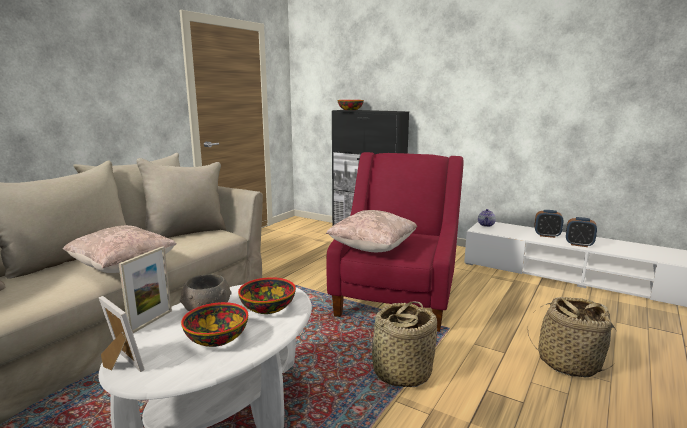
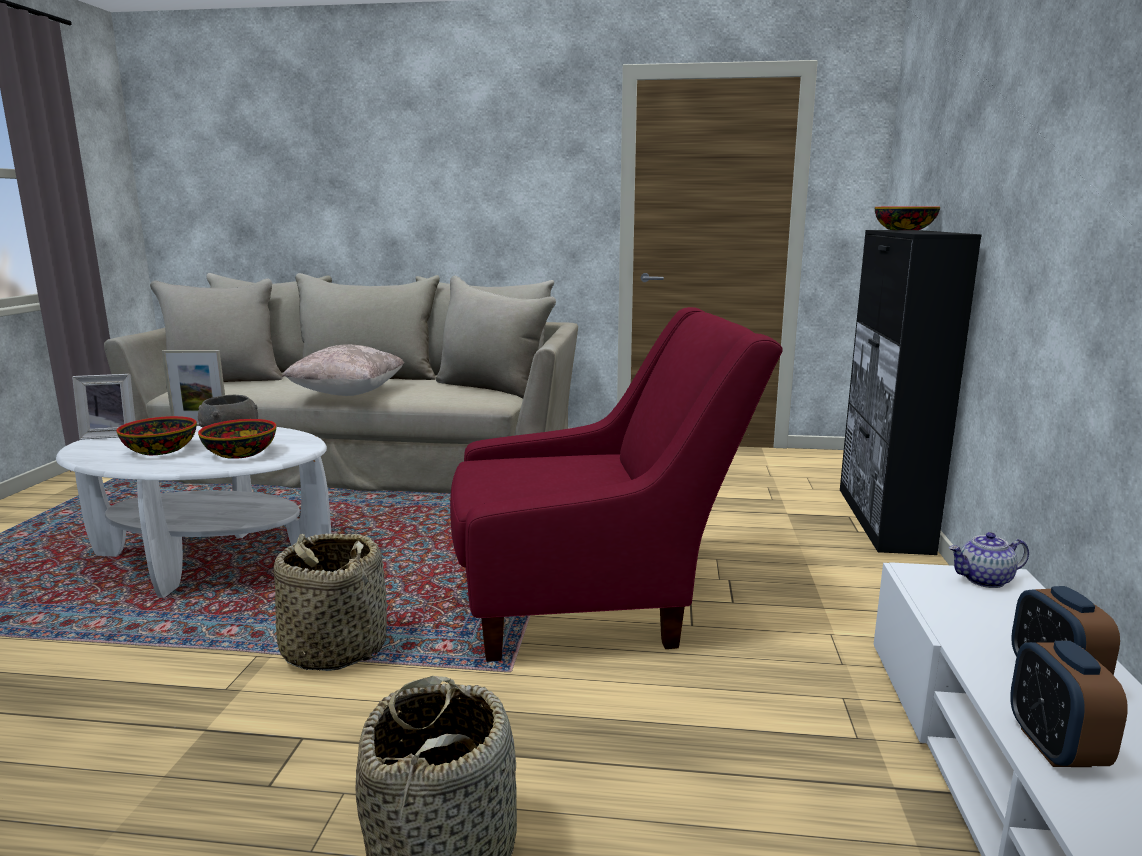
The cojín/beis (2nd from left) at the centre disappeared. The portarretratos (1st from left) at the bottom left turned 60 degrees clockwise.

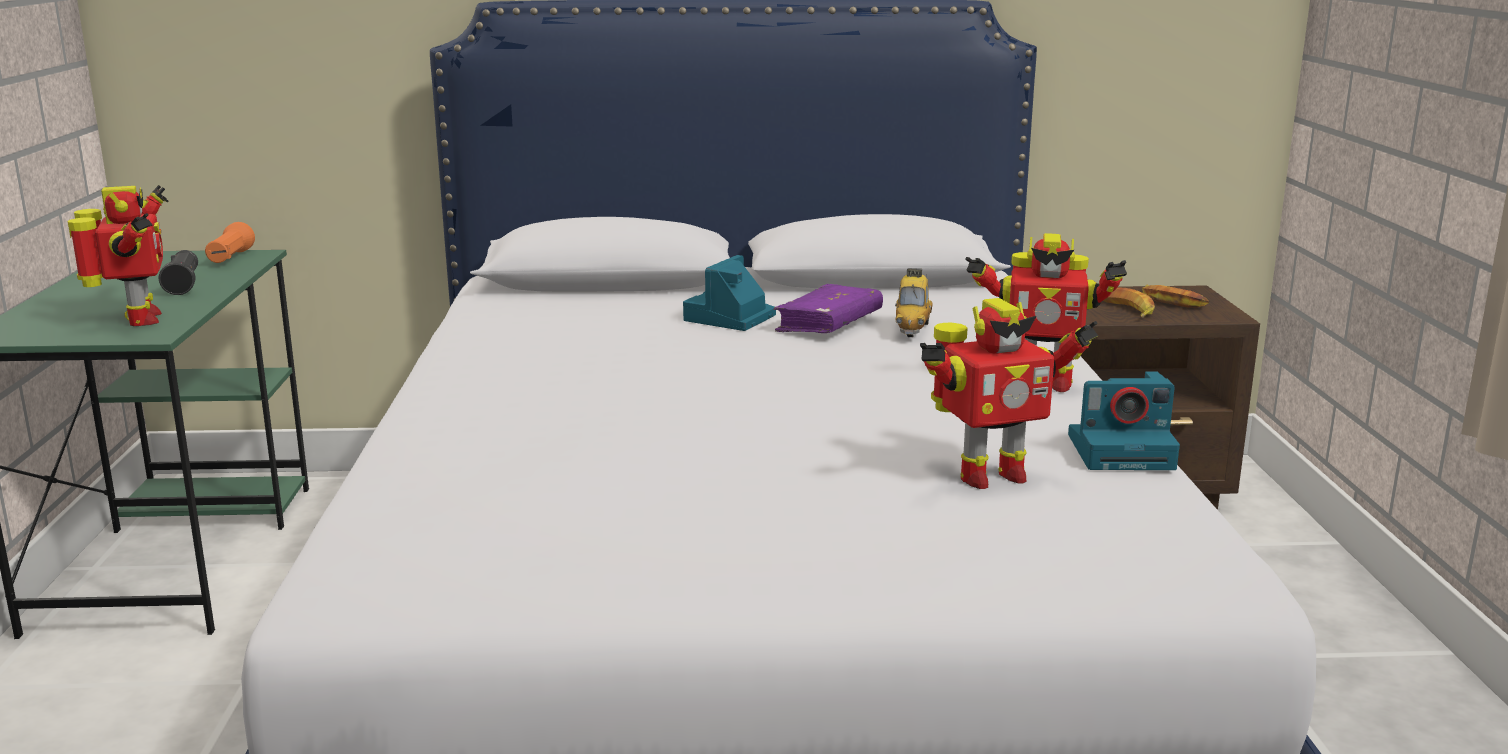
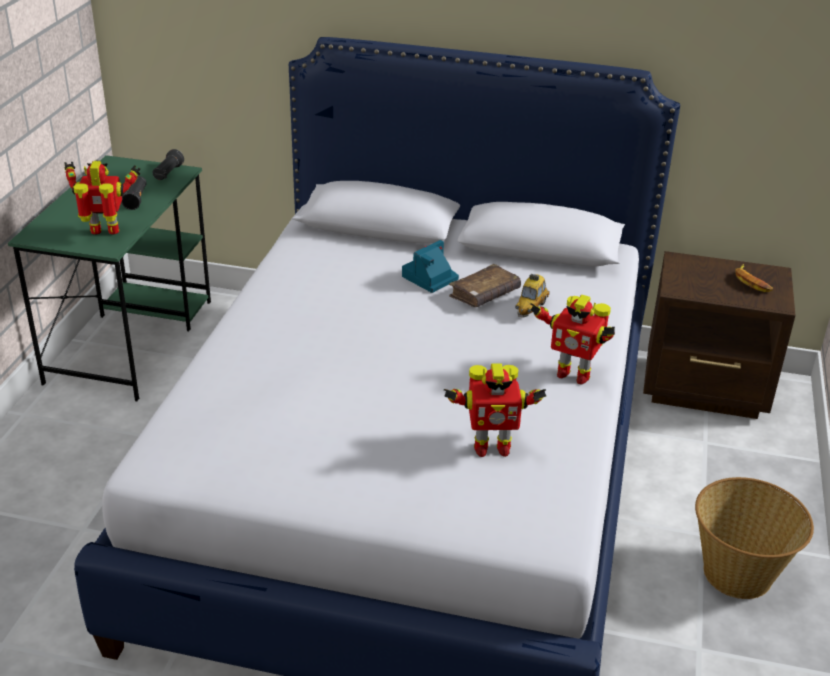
The cámara (2nd from left) at the middle right disappeared. The plátano (1st from left) at the middle right disappeared. The cesta at the bottom right appeared. The linterna/naranja at the top left became the linterna/negro (2nd from left) at the top left. The libro/morado at the centre became the libro/marrón at the centre. The robot de juguete (1st from left) at the middle left turned 90 degrees counterclockwise.

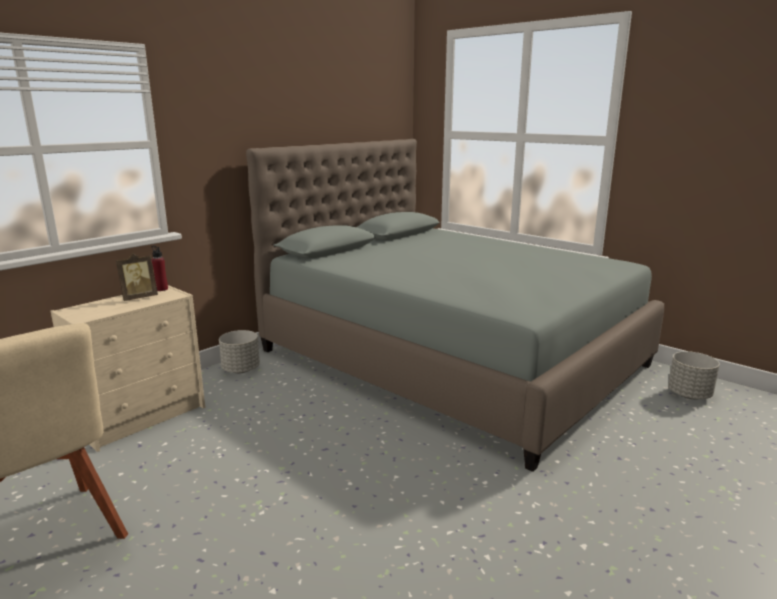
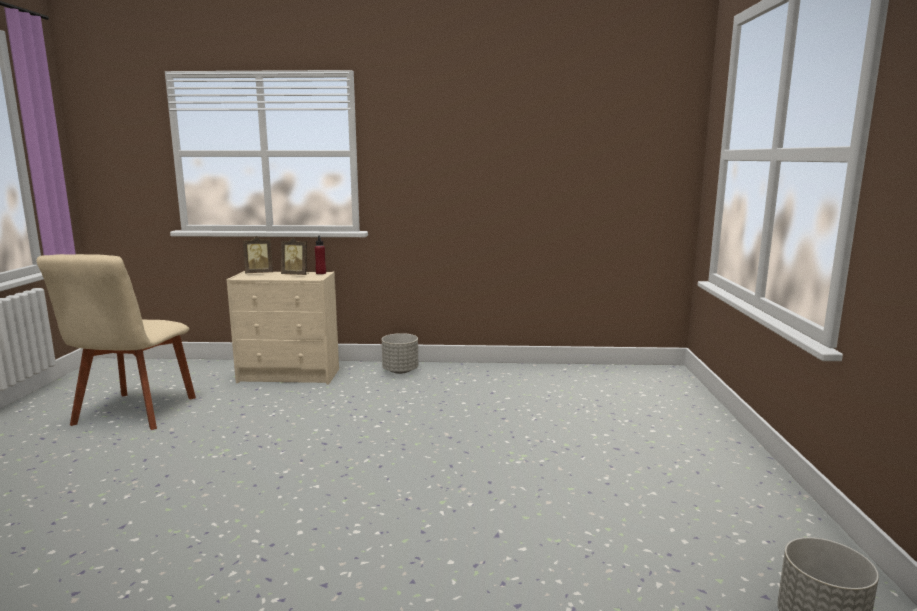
The cama/gris at the centre disappeared. The portarretratos (1st from left) at the middle left appeared.

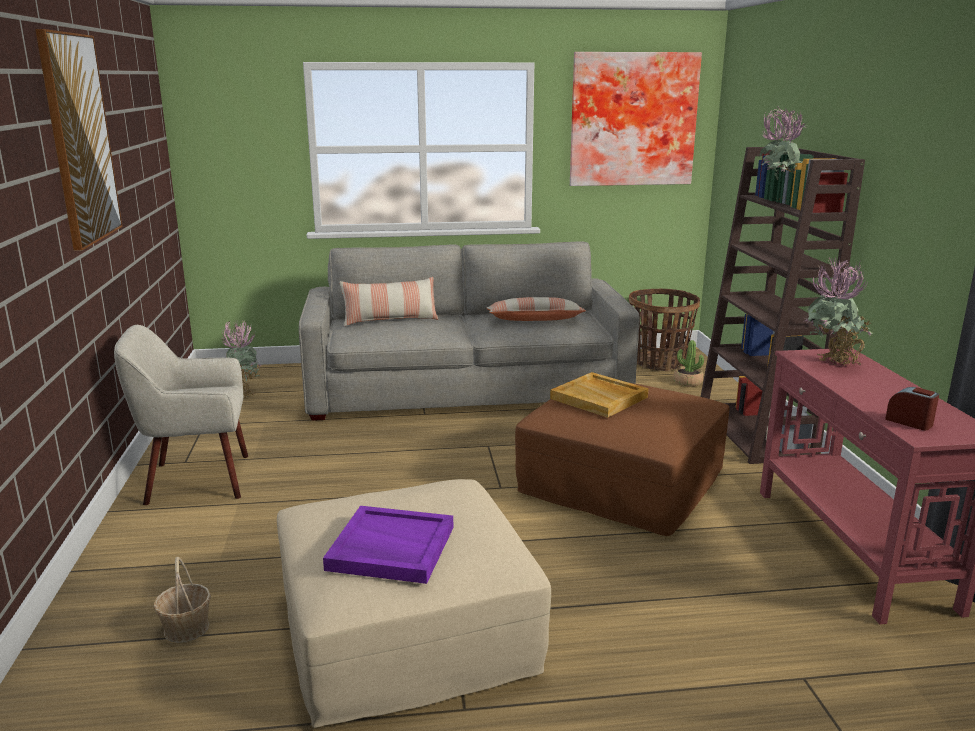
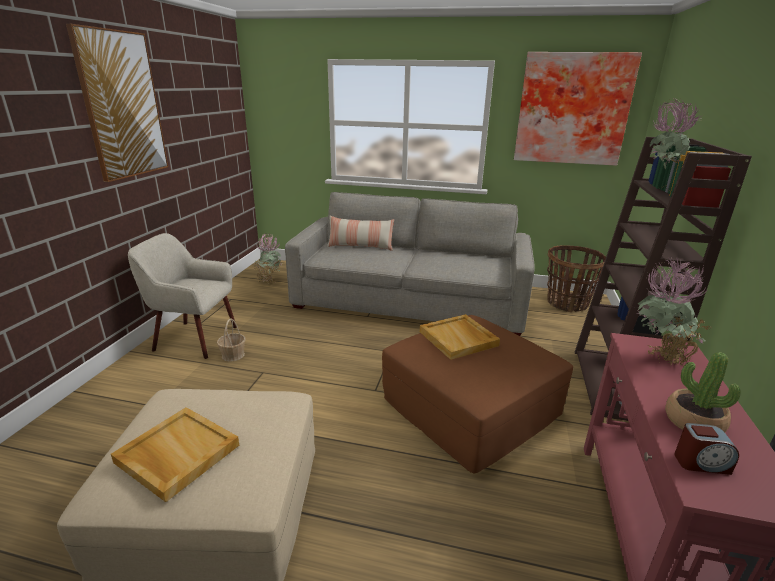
The cojín (2nd from left) at the centre disappeared. The cesta (1st from left) moved from the bottom left to the middle left. The planta en maceta (2nd from left in the first image) moved from the middle right to the bottom right. The bandeja/morado at the bottom centre became the bandeja/beis (1st from left) at the bottom left. The despertador at the middle right turned 120 degrees clockwise.

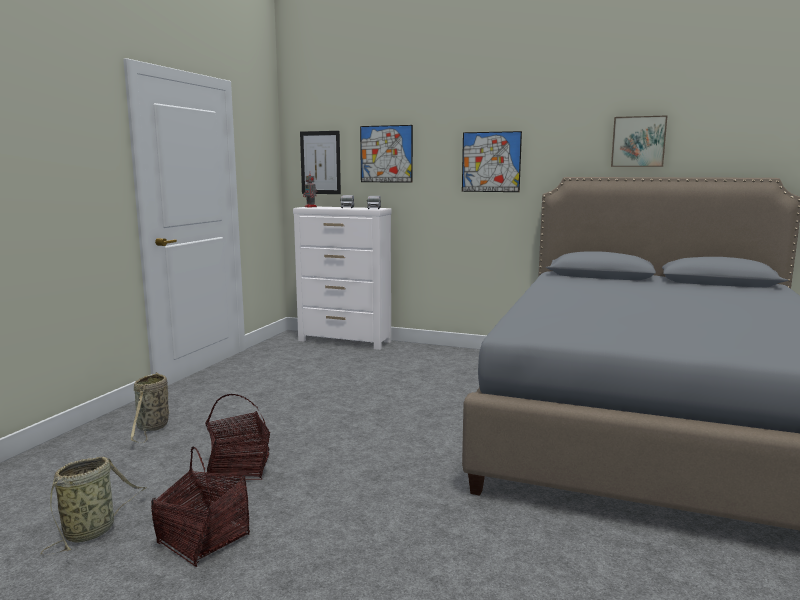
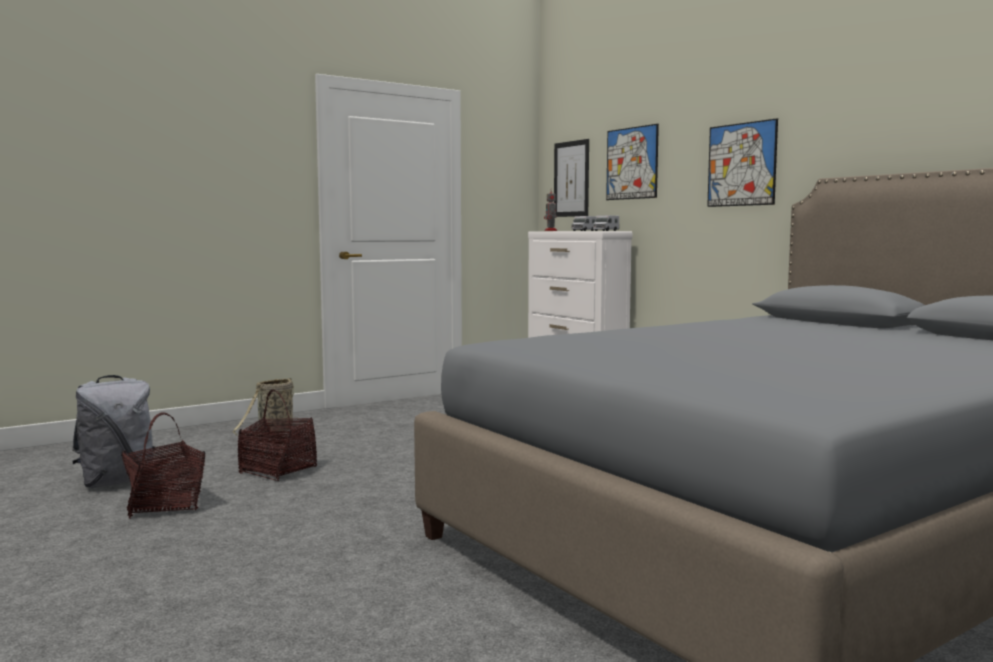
The cuadro (4th from left) at the top right disappeared. The cesta (1st from left) at the bottom left was replaced by the mochila/gris at the middle left.

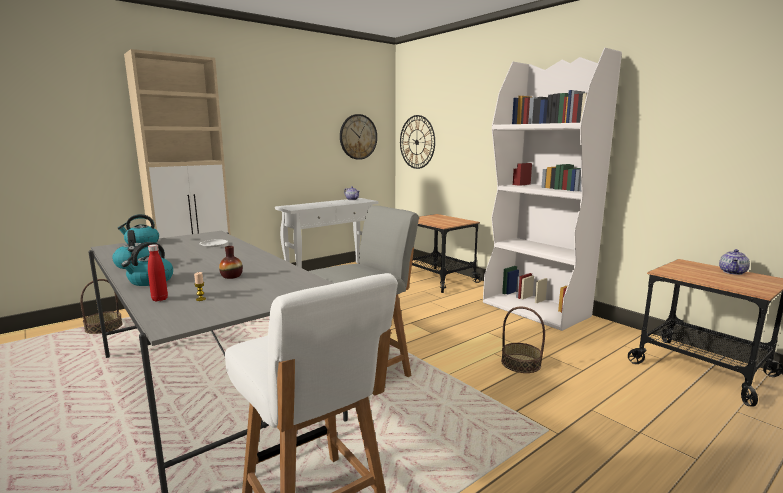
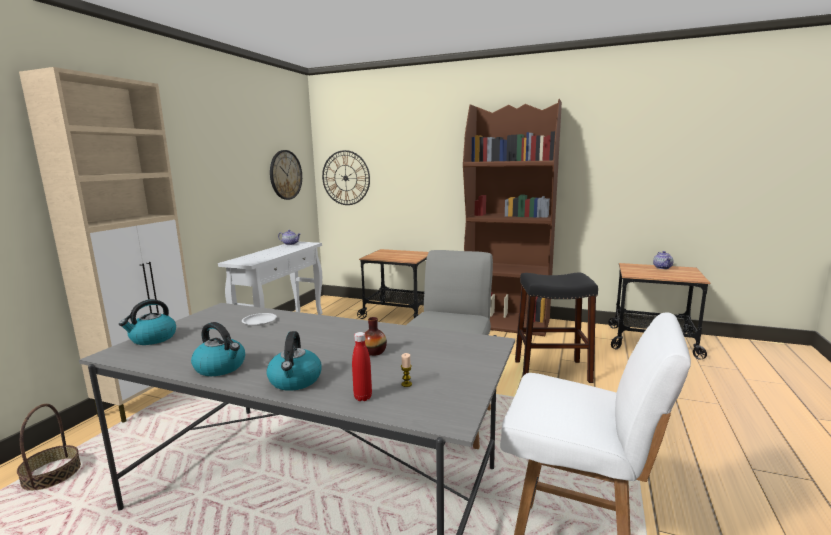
The cesta (2nd from left) at the bottom right was replaced by the taburete/negro at the middle right. The estantería/blanco at the middle right became the estantería/marrón at the centre.

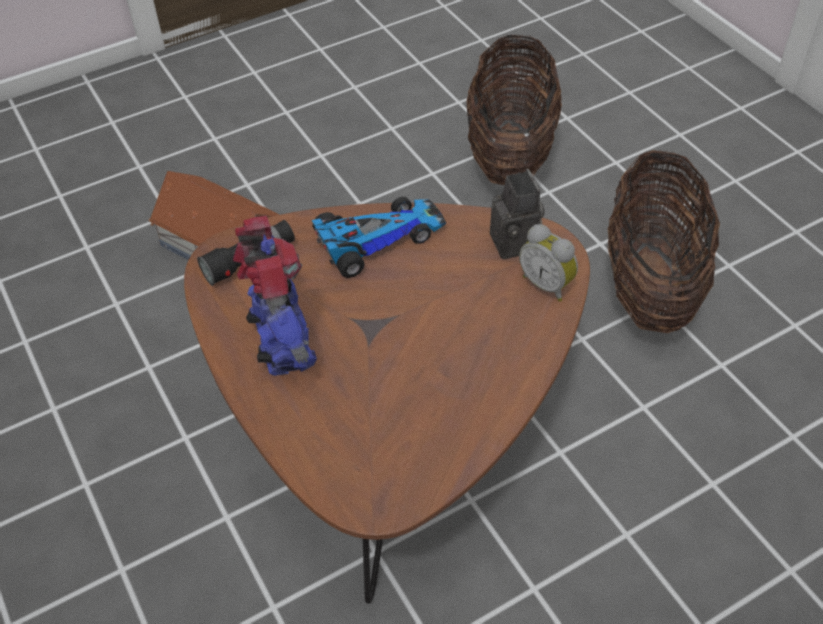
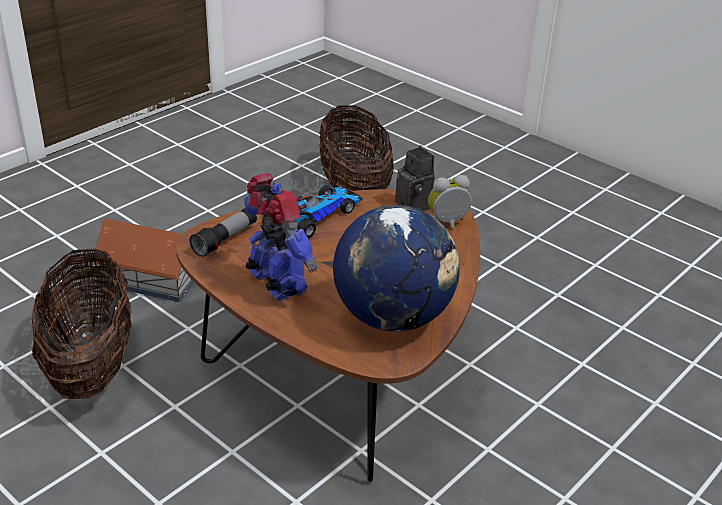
The globo terráqueo at the centre appeared. The cesta (2nd from left in the first image) moved from the middle right to the middle left. The despertador at the centre turned 135 degrees clockwise.

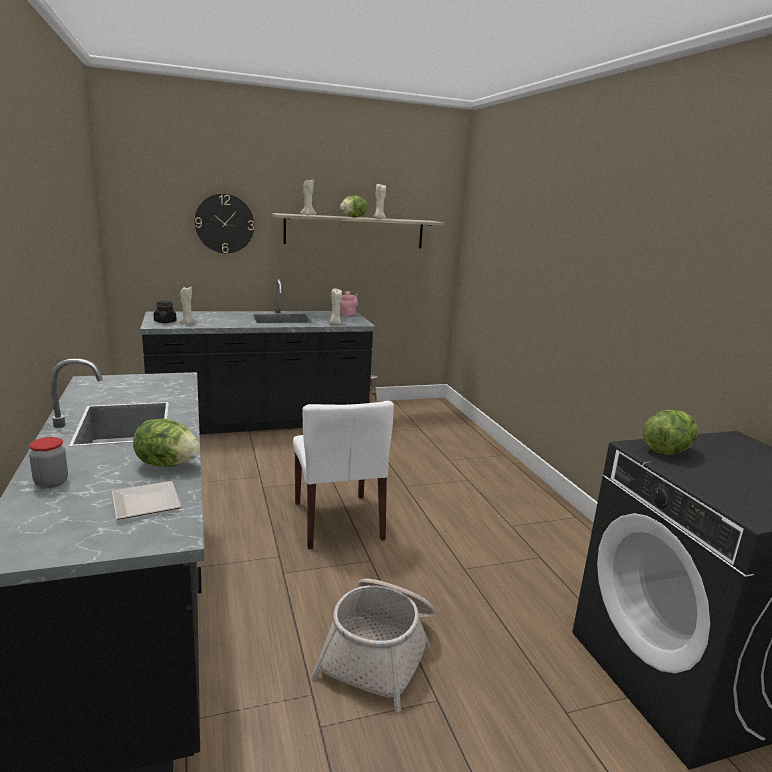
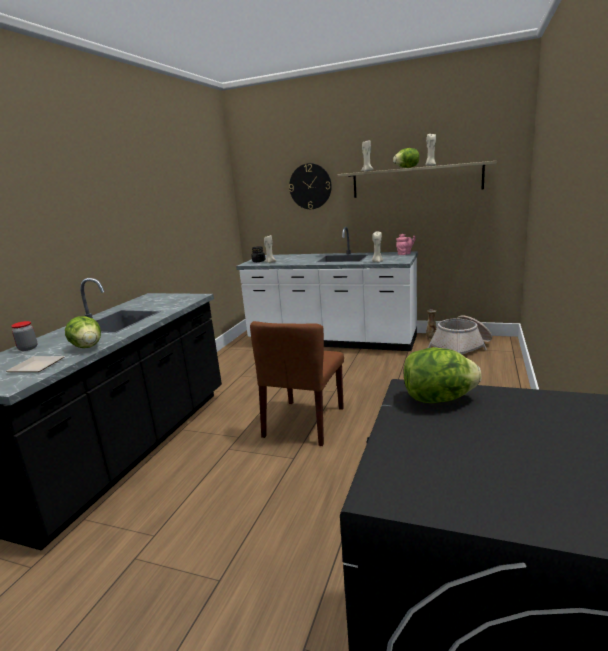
The cesta moved from the bottom centre to the middle right. The mueble bajo de cocina/negro (2nd from left) at the centre became the mueble bajo de cocina/blanco at the centre. The silla/blanco at the centre became the silla/marrón at the centre.

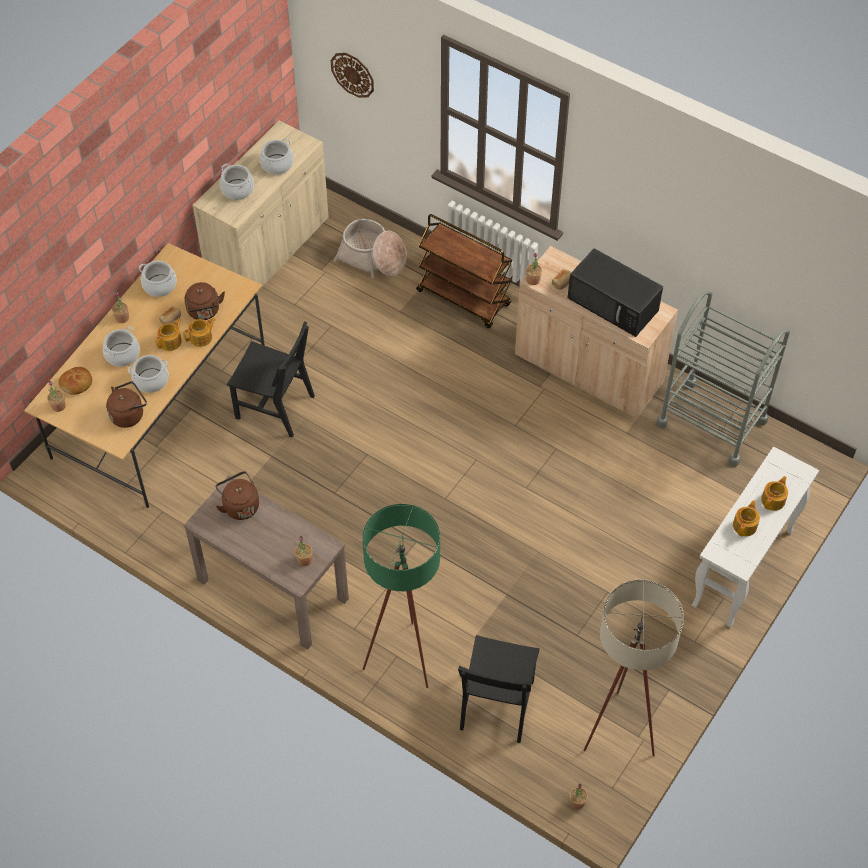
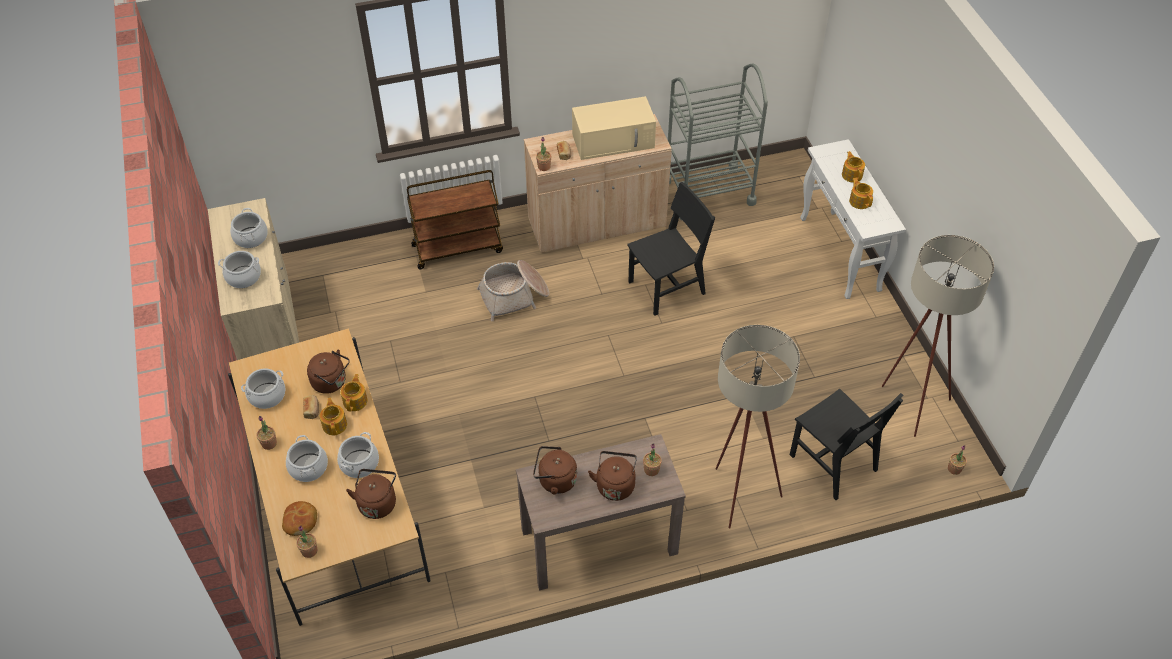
The reloj de pared at the top centre disappeared. The hervidor/marrón (4th from left) at the bottom centre appeared. The silla/negro (1st from left) moved from the middle left to the centre. The cesta moved from the top centre to the centre. The lámpara de pie/verde at the bottom centre became the lámpara de pie/beis (1st from left) at the centre. The microondas/negro at the middle right became the microondas/beis at the top centre.

